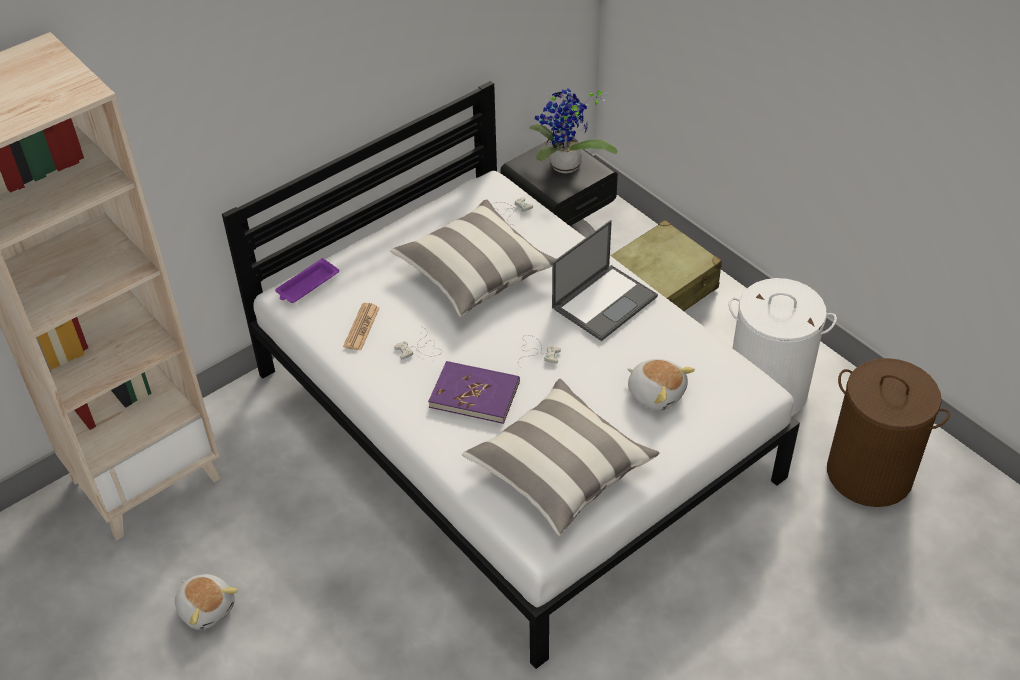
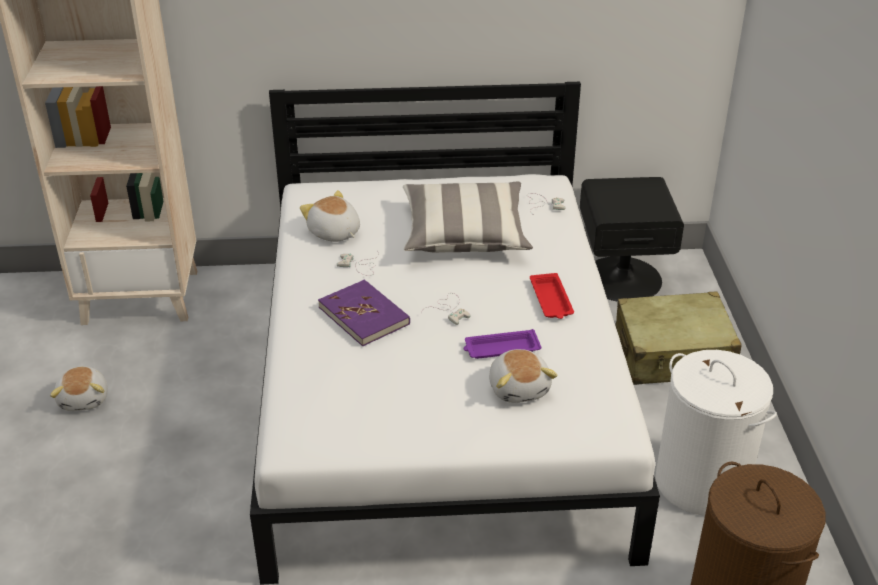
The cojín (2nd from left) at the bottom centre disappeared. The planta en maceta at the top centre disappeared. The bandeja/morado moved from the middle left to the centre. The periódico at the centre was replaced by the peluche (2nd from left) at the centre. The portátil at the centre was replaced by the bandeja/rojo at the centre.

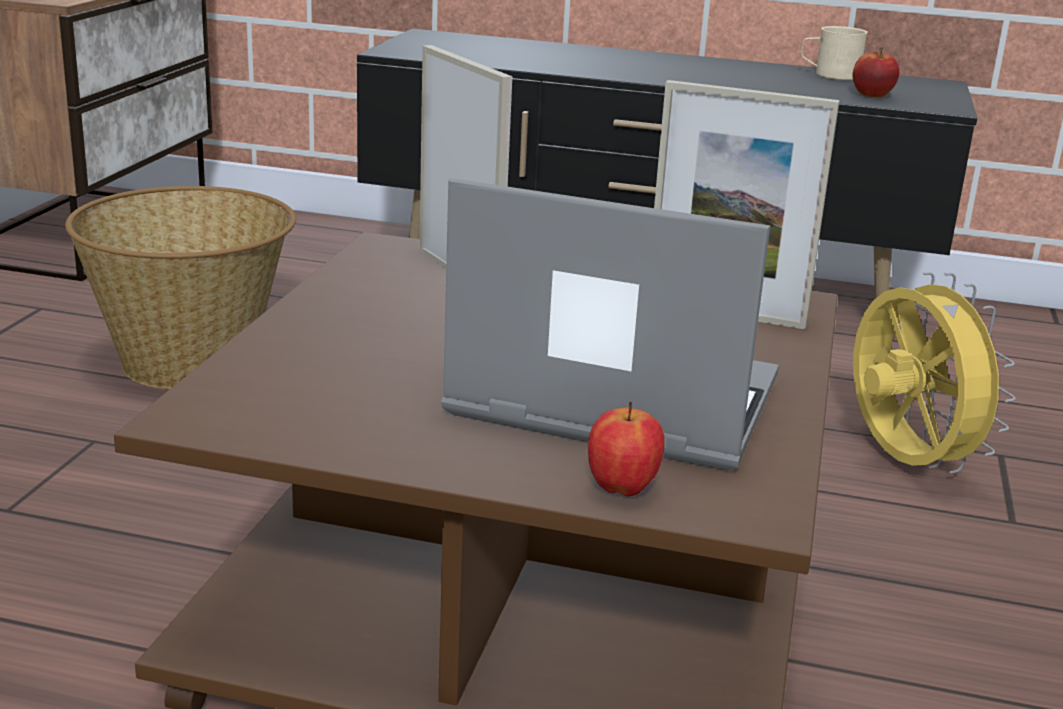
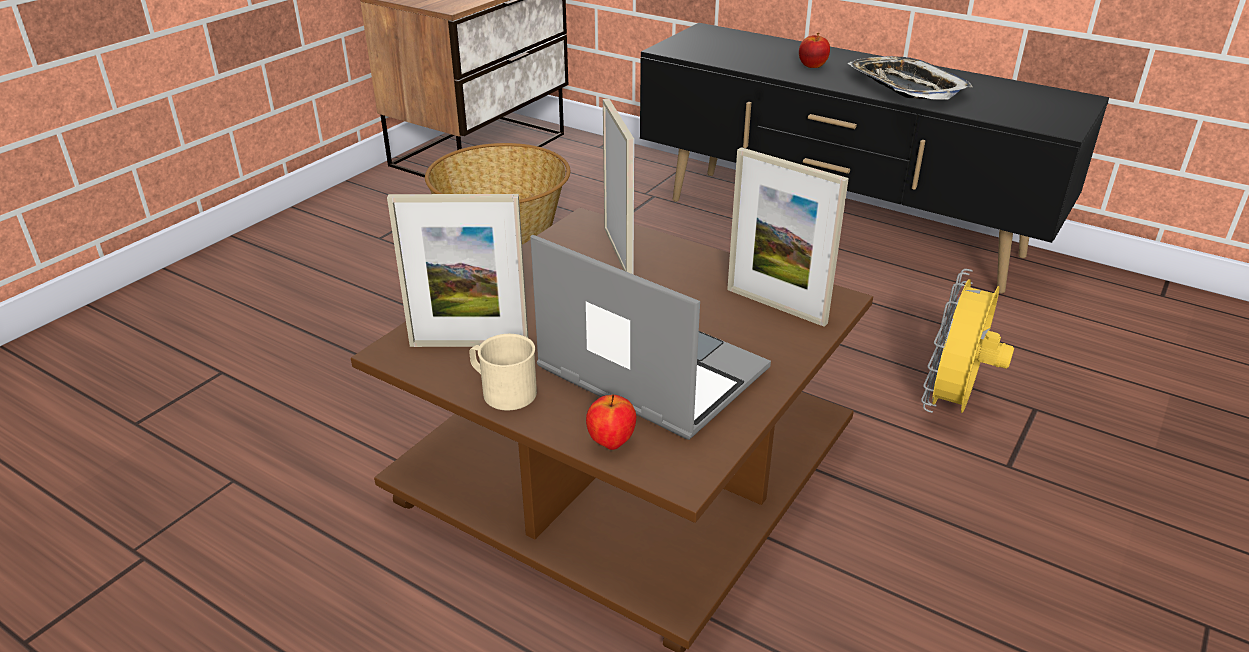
The portarretratos (1st from left) at the centre appeared. The bandeja at the top right appeared. The taza grande/beis moved from the top right to the centre. The manzana (2nd from left) moved from the top right to the top centre. The ventilador/amarillo at the middle right turned 150 degrees counterclockwise.

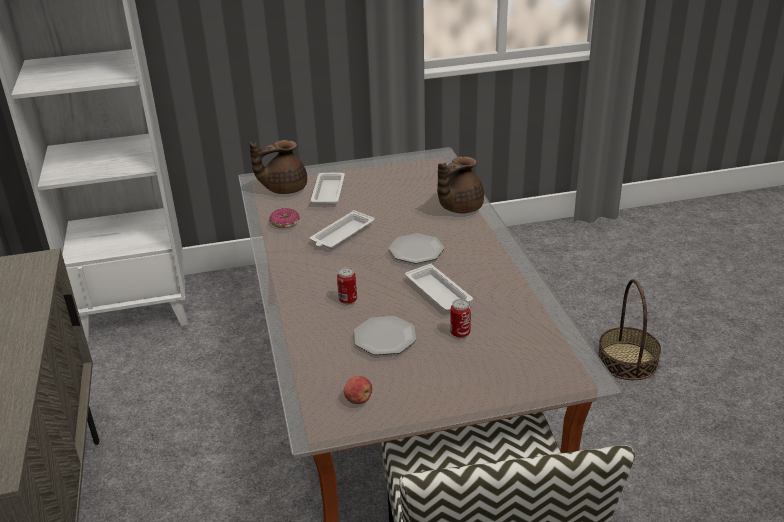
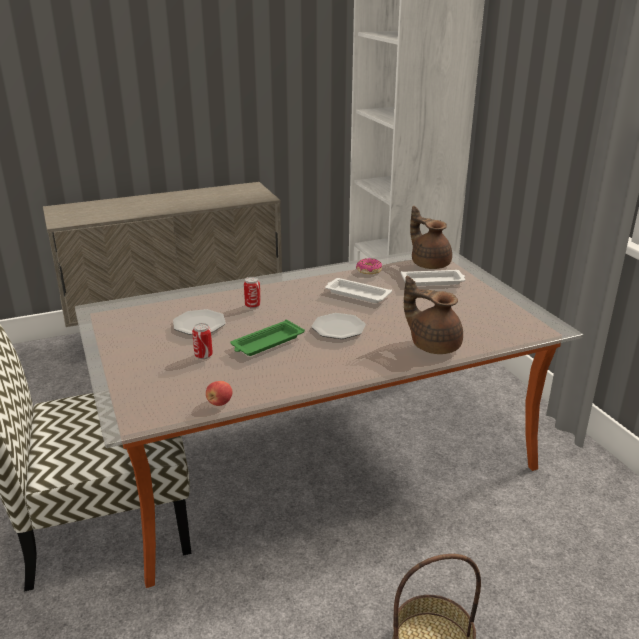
The manzana moved from the bottom centre to the centre. The bandeja/blanco (3rd from left) at the centre became the bandeja/verde at the centre.

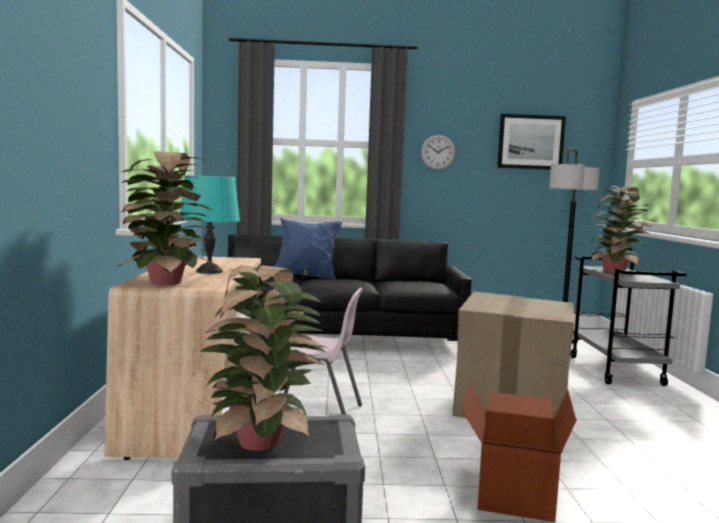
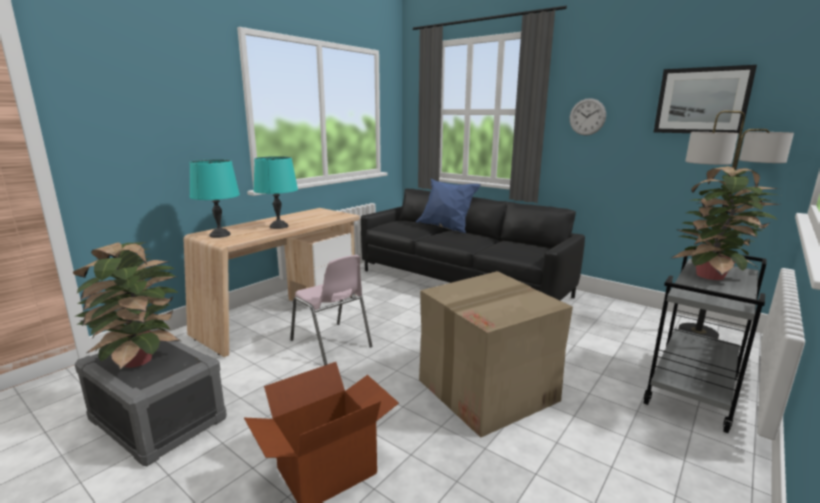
The planta en maceta (1st from left) at the middle left was replaced by the lámpara de mesa/turquesa (1st from left) at the middle left.

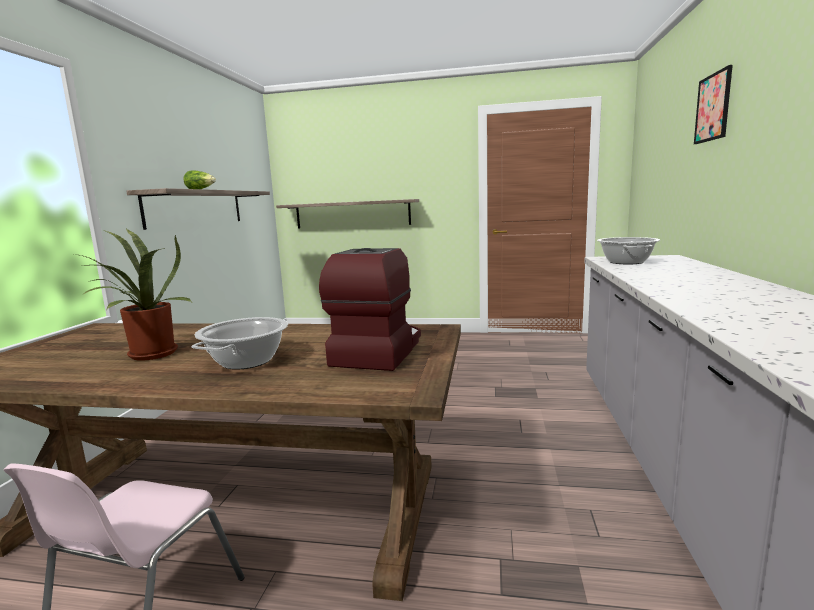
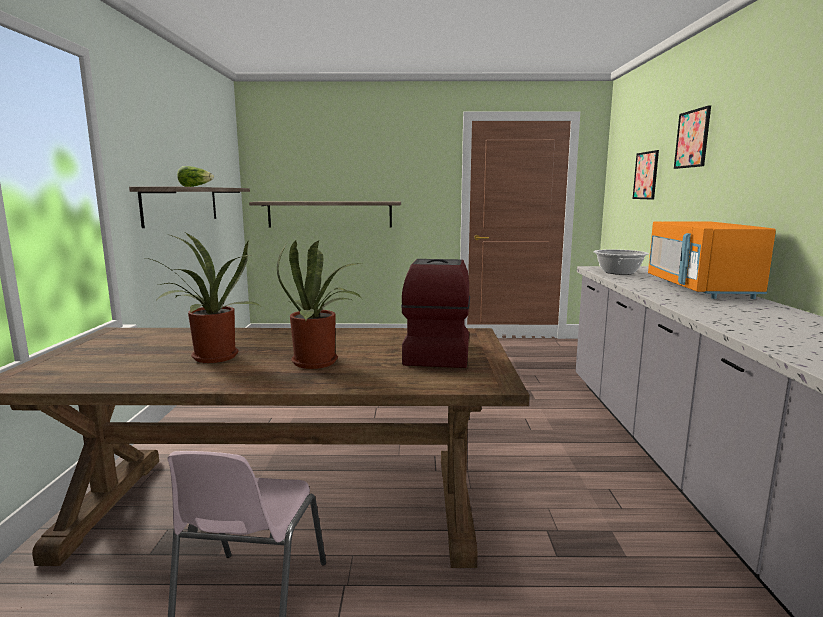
The cuadro (1st from left) at the top right appeared. The microondas/naranja at the middle right appeared. The olla (1st from left) at the middle left was replaced by the planta en maceta (2nd from left) at the centre.

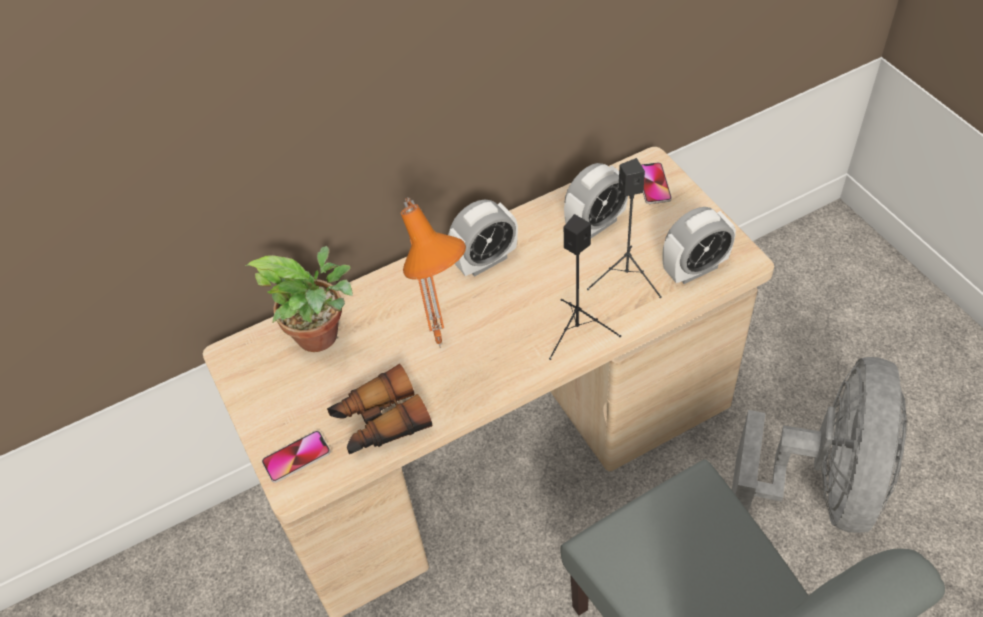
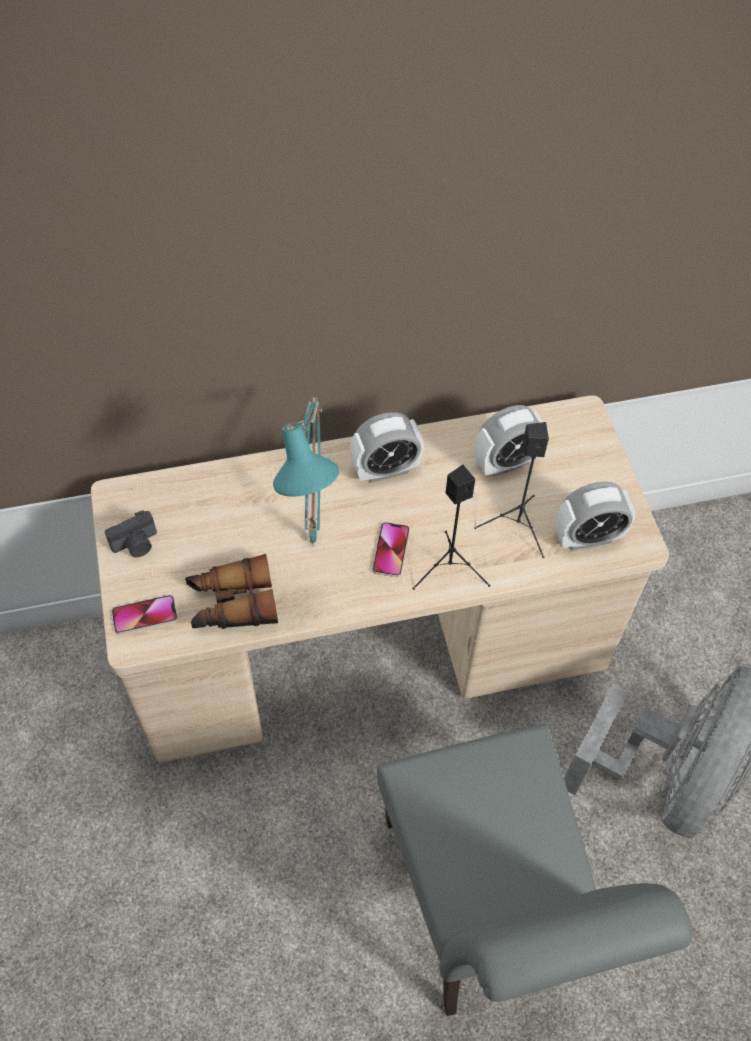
The planta en maceta at the middle left disappeared. The cámara at the middle left appeared. The móvil (2nd from left) moved from the top right to the centre. The lámpara de mesa/naranja at the centre became the lámpara de mesa/turquesa at the centre.

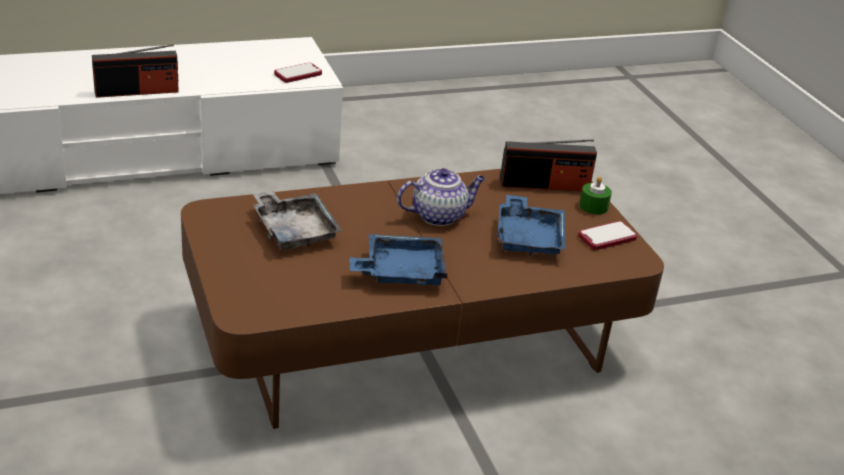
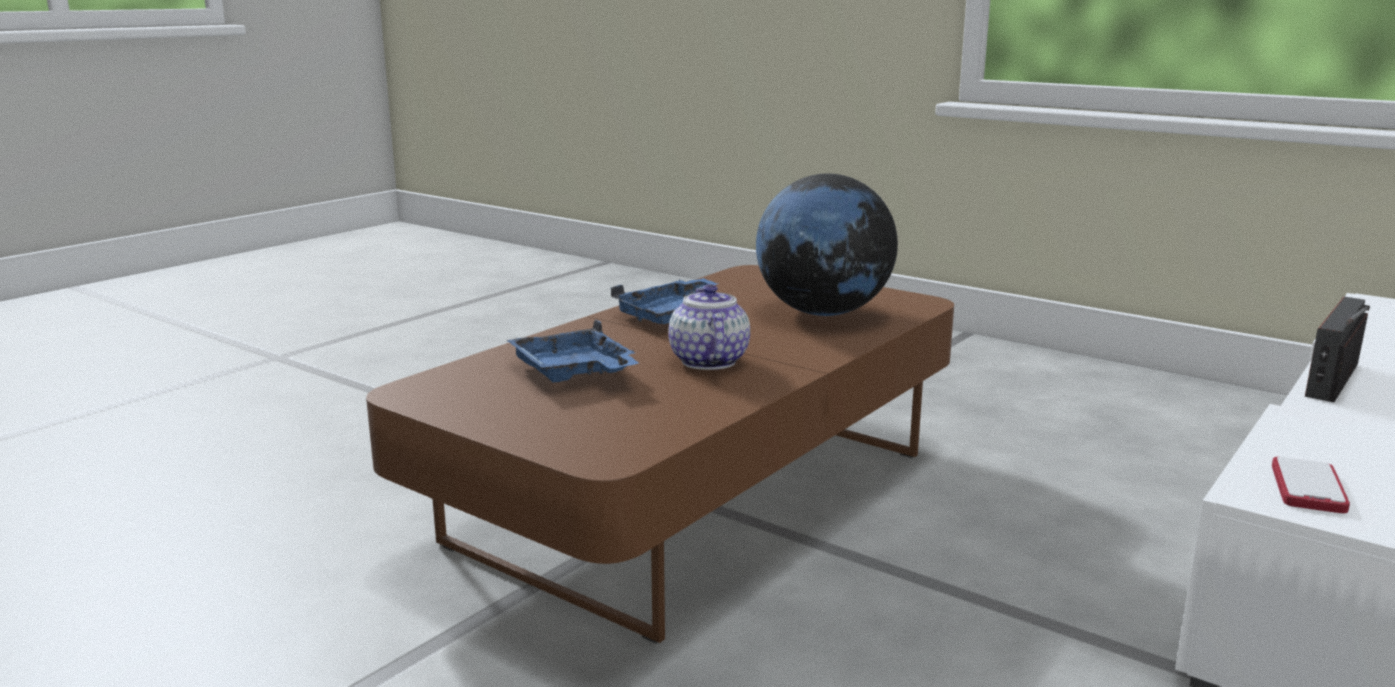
The radio (2nd from left) at the centre disappeared. The móvil (2nd from left) at the middle right disappeared. The vela/verde at the middle right disappeared. The bandeja/gris at the centre was replaced by the globo terráqueo at the centre. The tetera at the centre turned 135 degrees clockwise.

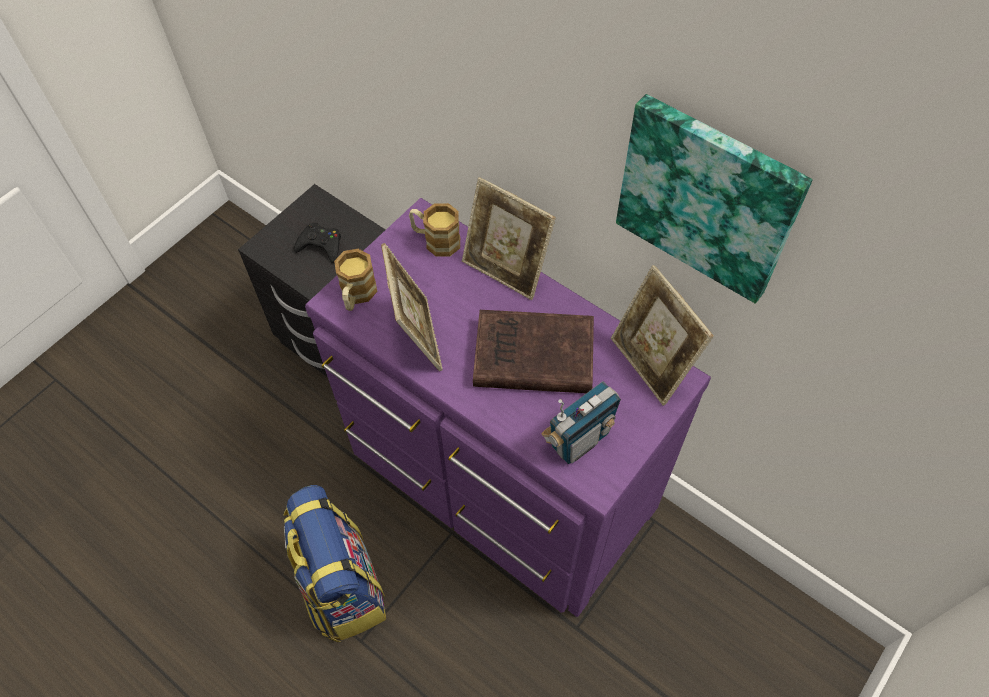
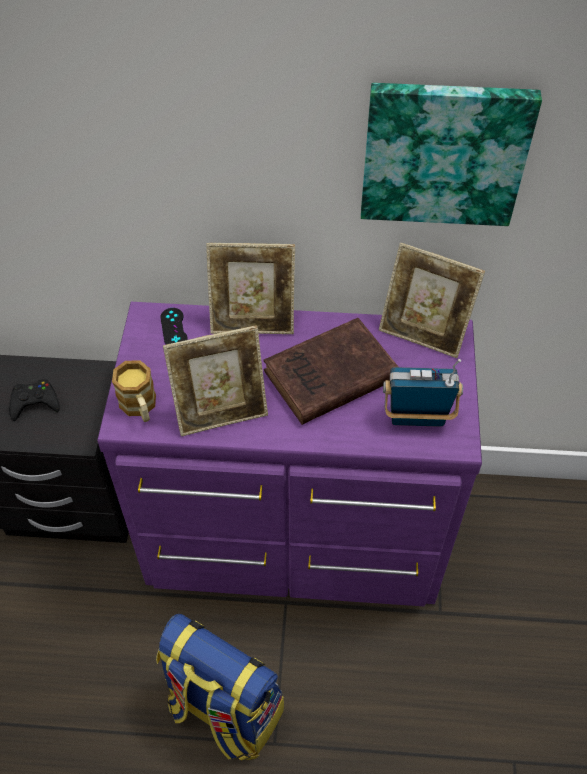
The taza grande (2nd from left) at the top centre was replaced by the mando de consola/negro (2nd from left) at the middle left. The portarretratos (1st from left) at the centre turned 120 degrees clockwise. The radio at the centre turned 105 degrees counterclockwise.

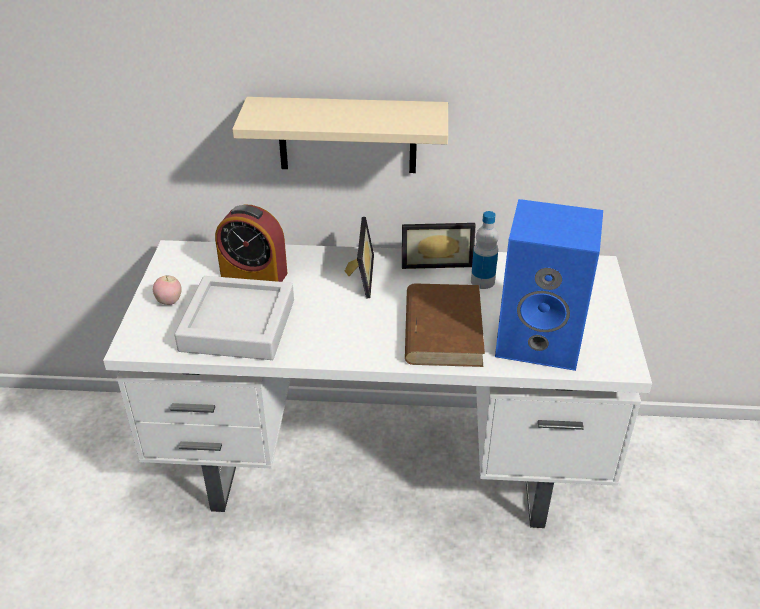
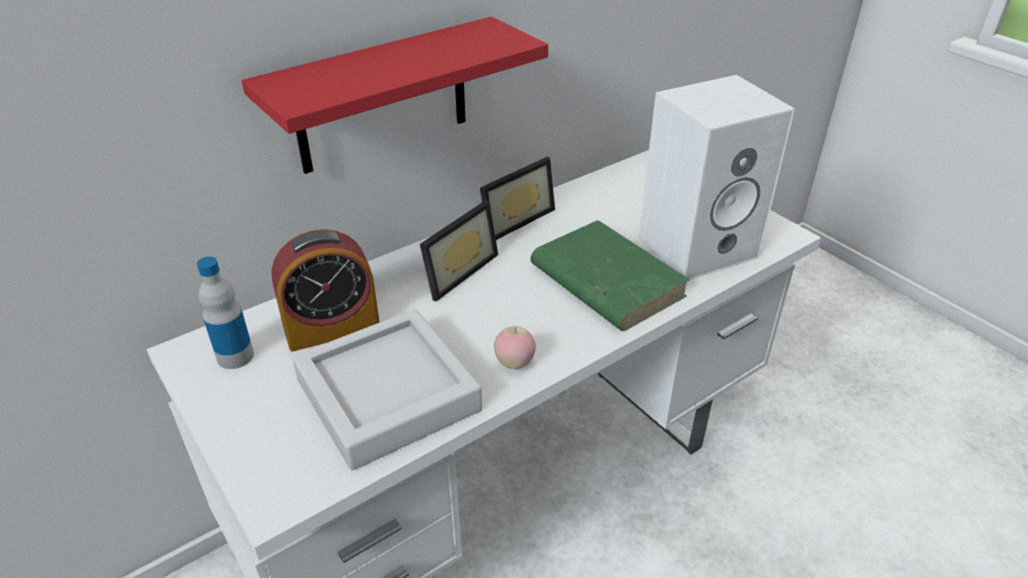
The manzana moved from the middle left to the centre. The botella moved from the centre to the middle left. The estante/beis at the top centre became the estante/rojo at the top centre. The libro/marrón at the centre became the libro/verde at the centre. The altavoz/azul at the middle right became the altavoz/blanco at the top right. The portarretratos (1st from left) at the centre turned 75 degrees clockwise.

